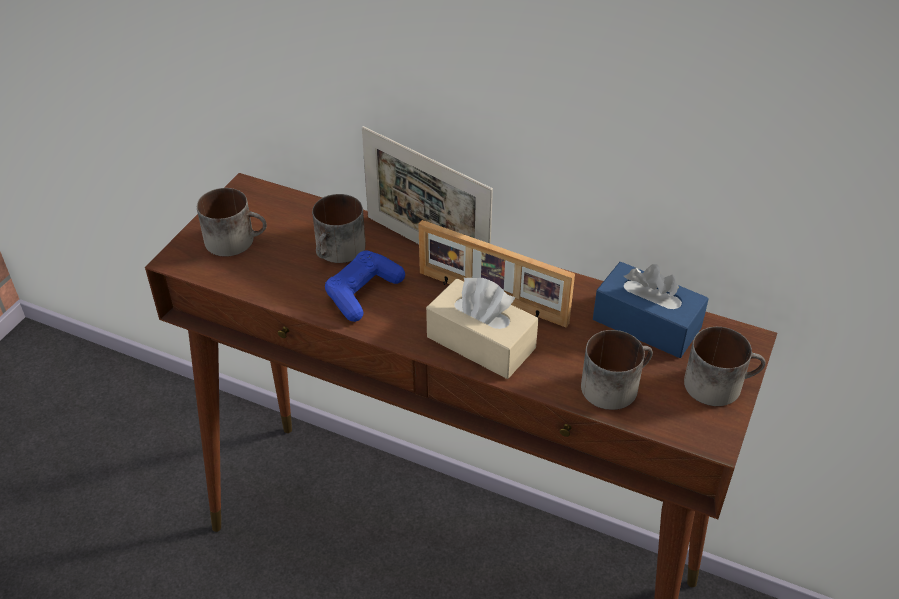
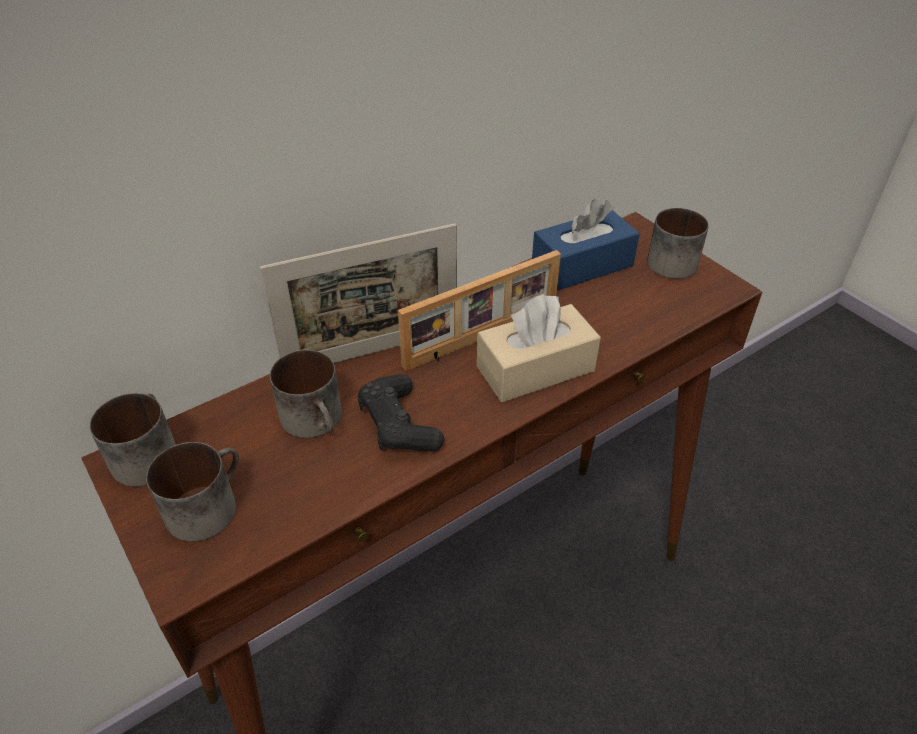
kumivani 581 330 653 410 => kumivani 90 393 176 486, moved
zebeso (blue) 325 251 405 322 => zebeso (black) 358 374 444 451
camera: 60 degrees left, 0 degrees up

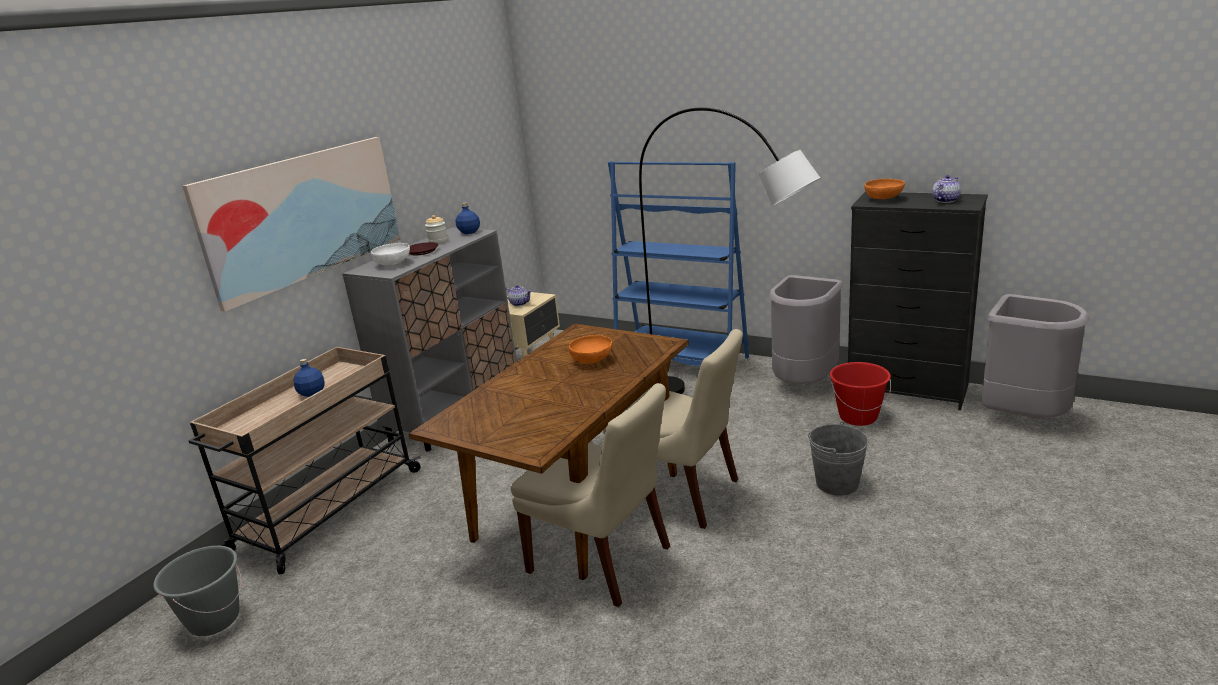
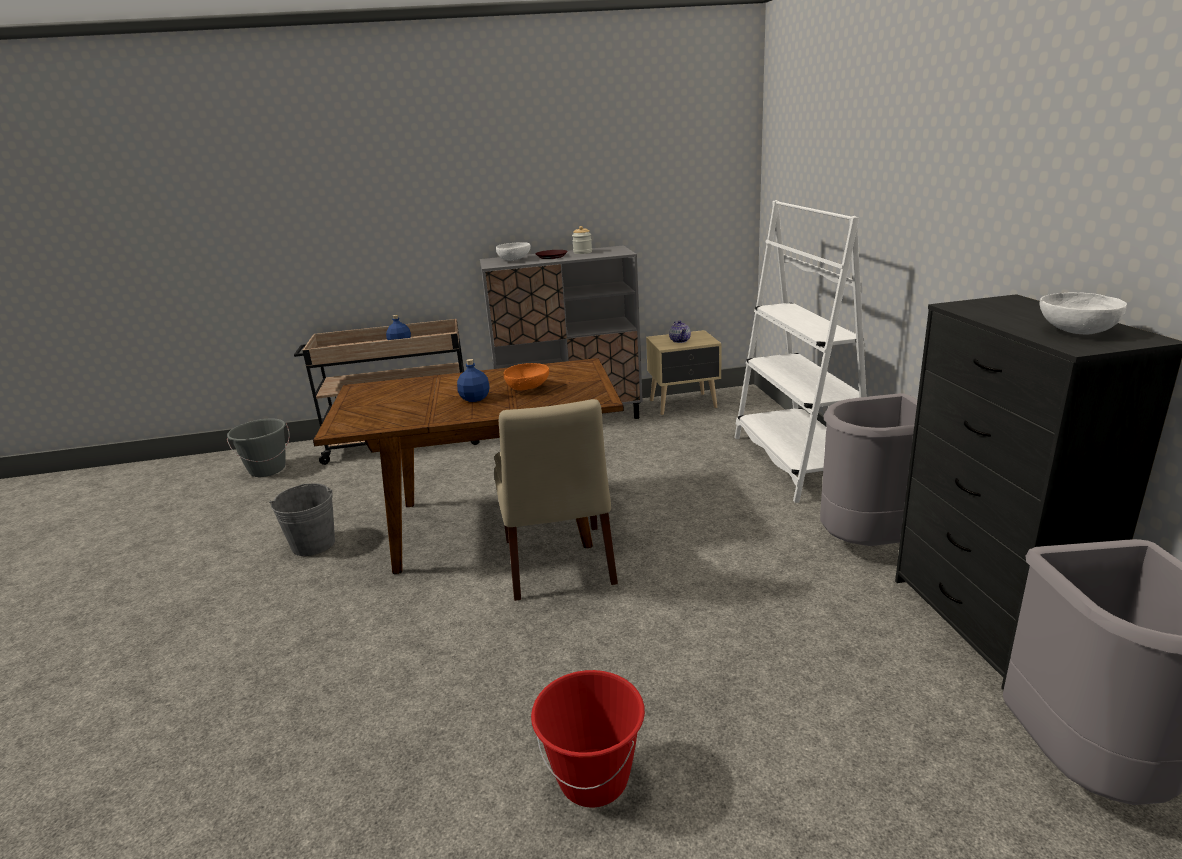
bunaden 182 137 400 312 => nothing
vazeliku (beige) 511 383 670 607 => nothing
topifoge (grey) 639 108 821 394 => nothing
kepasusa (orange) 865 179 905 199 => nothing
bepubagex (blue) 456 203 480 234 => bepubagex (blue) 457 359 490 402, moved
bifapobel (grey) 808 422 868 496 => bifapobel (grey) 269 483 335 556, moved
bifapobel (red) 830 362 891 426 => bifapobel (red) 531 670 645 807, moved
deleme 932 175 961 203 => kepasusa (white) 1040 292 1127 335
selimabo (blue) 608 161 749 366 => selimabo (white) 734 200 867 503
camera: 50 degrees right, 0 degrees up

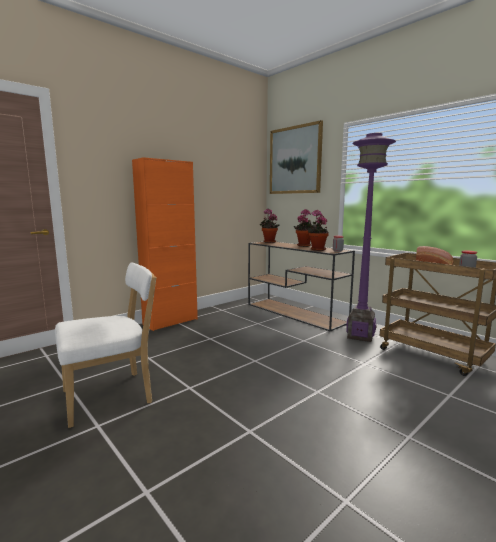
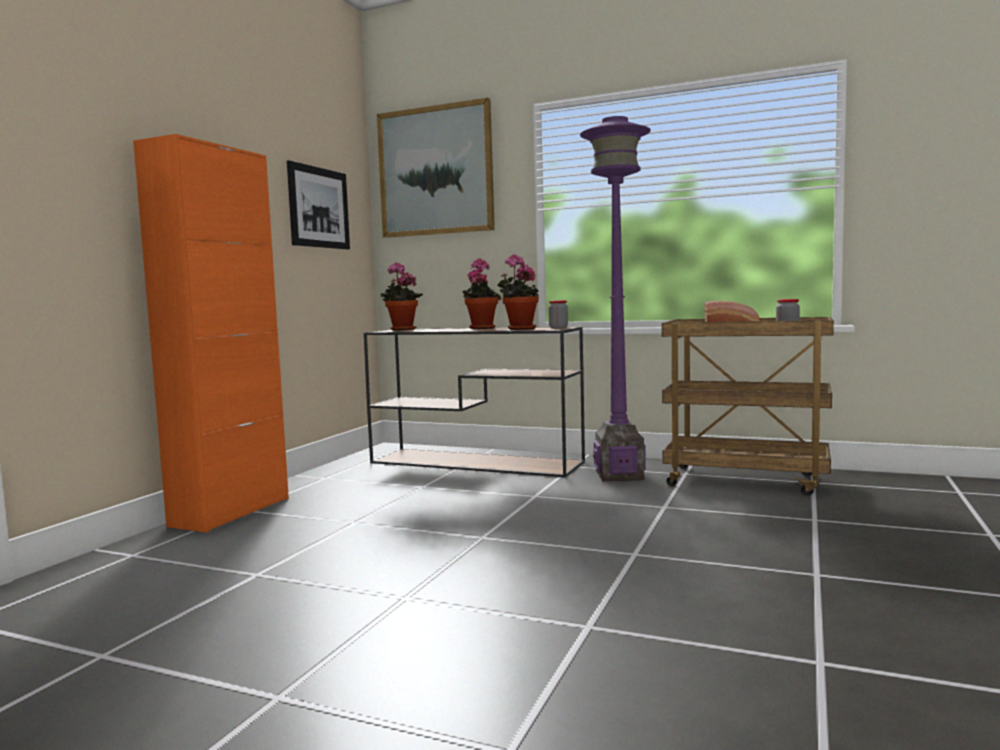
vazeliku (white) 55 262 157 428 => nothing
nothing => bunaden 287 160 350 249
camera: 25 degrees left, 5 degrees down

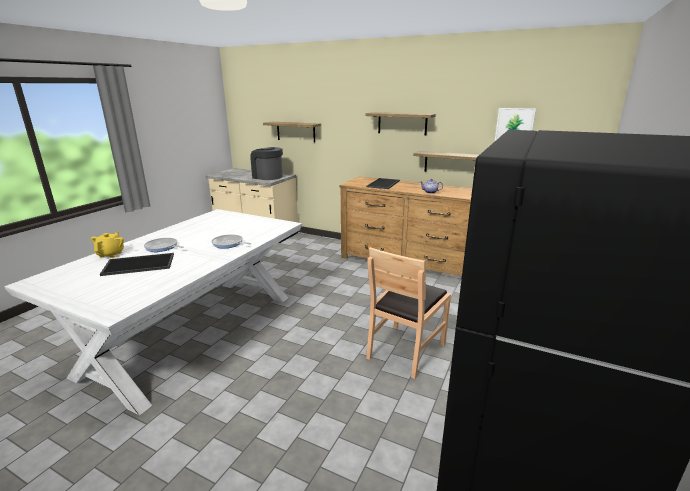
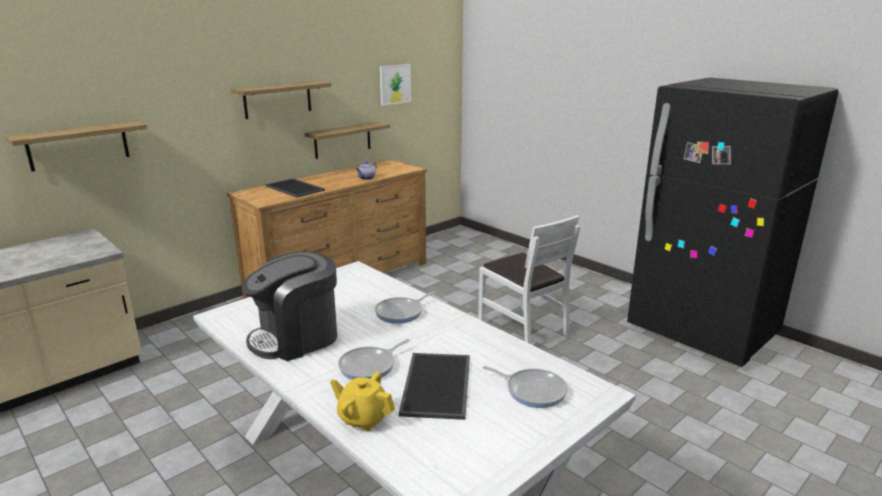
nothing => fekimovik 483 366 568 408
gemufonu 250 147 283 180 => gemufonu 242 251 337 361, moved
vazeliku (brown) 366 247 451 379 => vazeliku (white) 478 215 580 344
camera: 70 degrees left, 0 degrees up

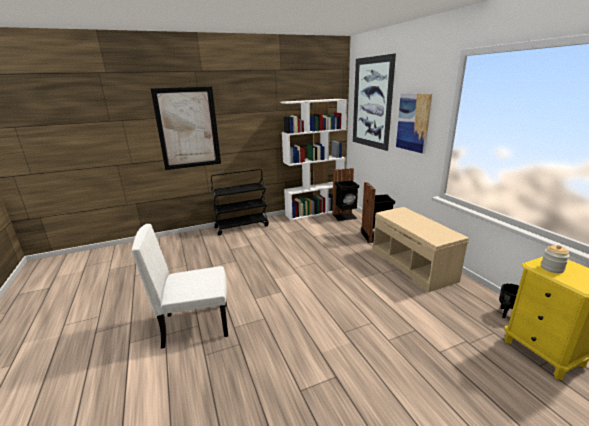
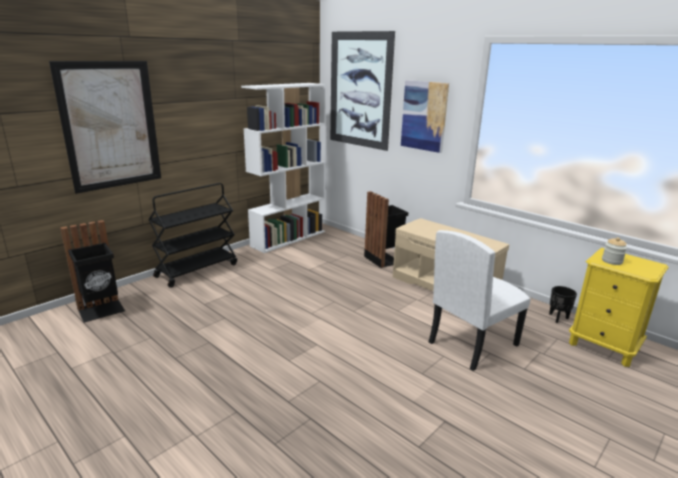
vazeliku (white) 132 224 228 349 => vazeliku (white) 429 230 531 371, moved
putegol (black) 332 168 359 221 => putegol (black) 60 220 125 323, moved
camera: 25 degrees left, 0 degrees up

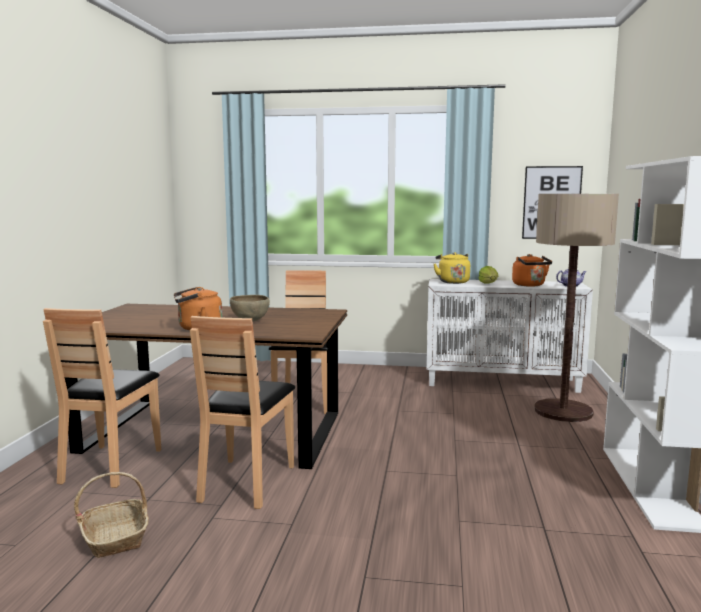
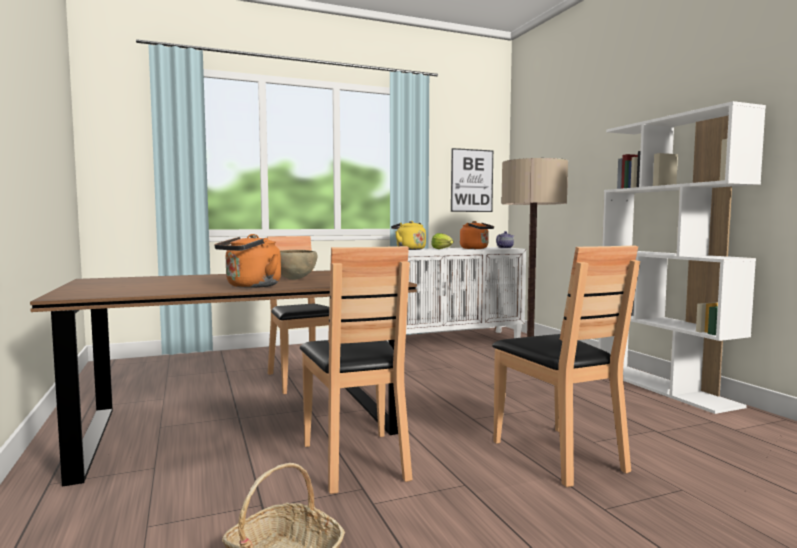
vazeliku (brown) 43 308 161 488 => vazeliku (brown) 492 245 640 487, moved
camera: 30 degrees left, 5 degrees down

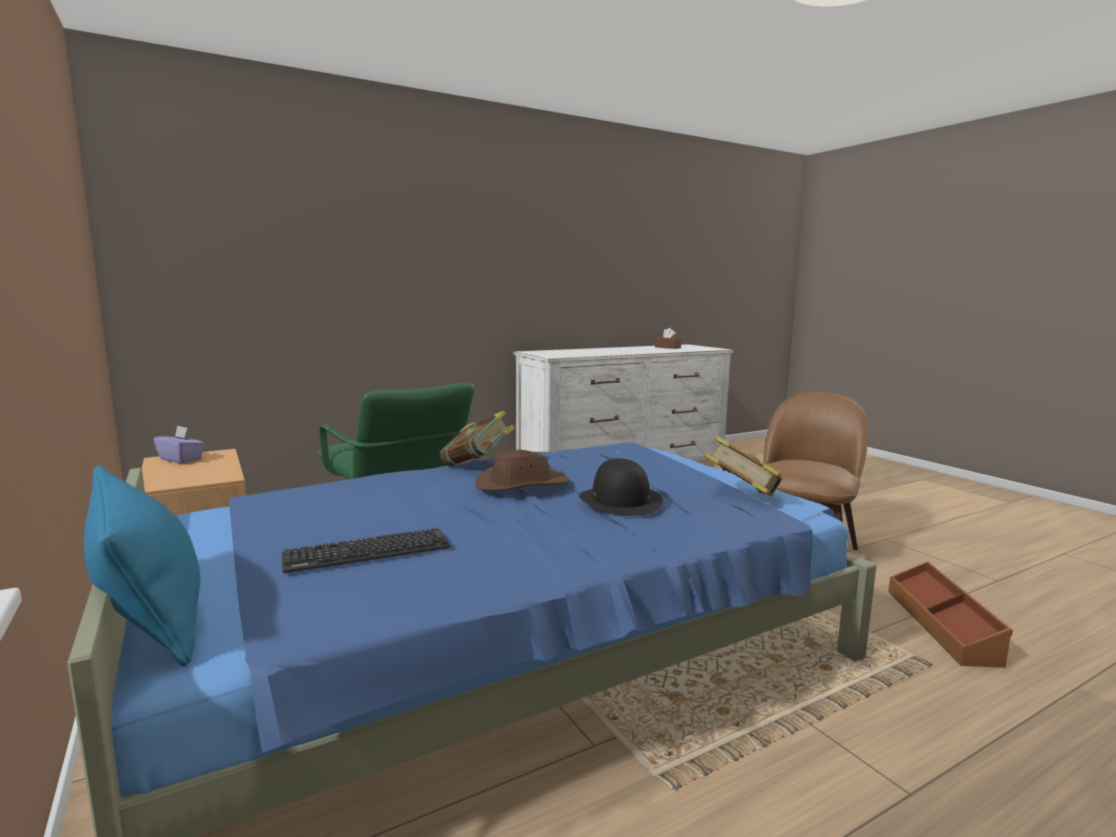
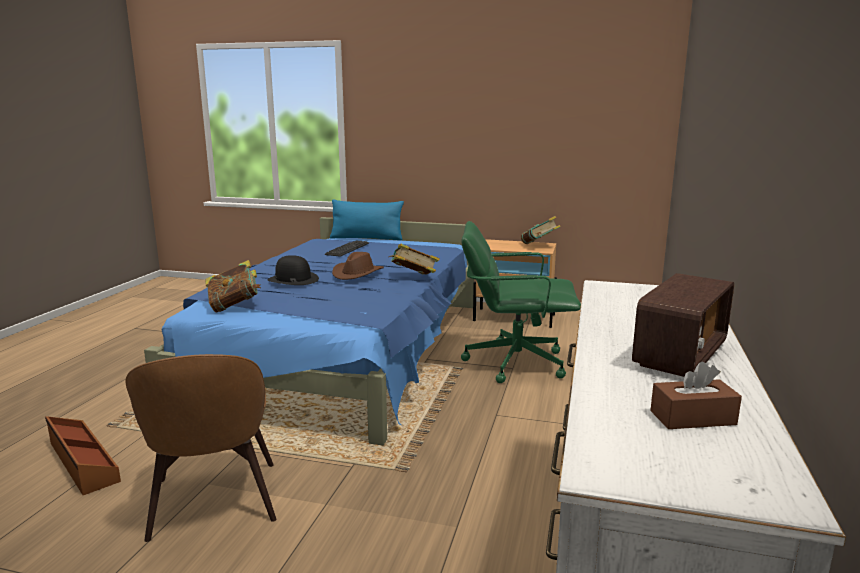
nothing => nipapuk 632 273 734 377
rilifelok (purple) 154 426 205 463 => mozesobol 521 216 561 244
camera: 135 degrees right, 5 degrees up

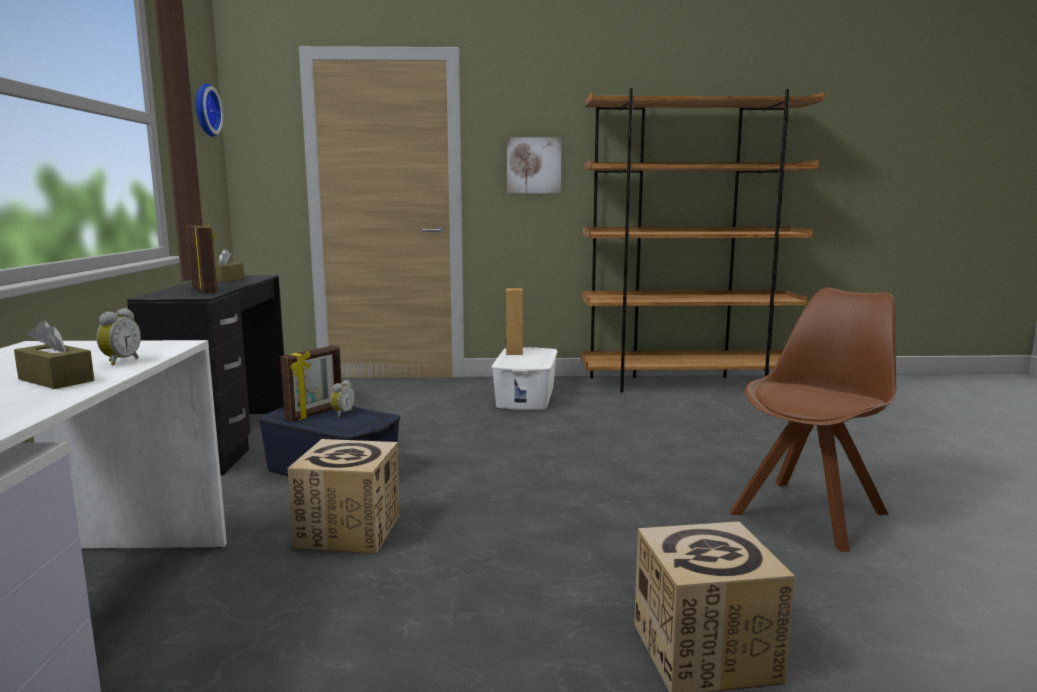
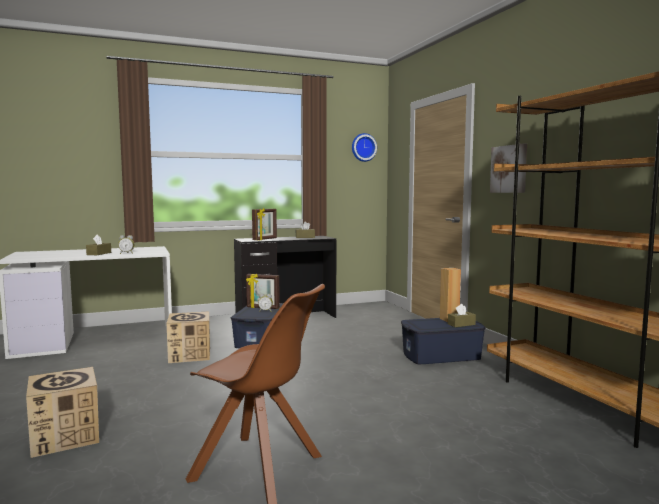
nothing => rilifelok (brown) 448 304 476 327
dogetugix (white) 492 347 557 410 => dogetugix (blue) 401 318 486 364
camera: 70 degrees right, 5 degrees down

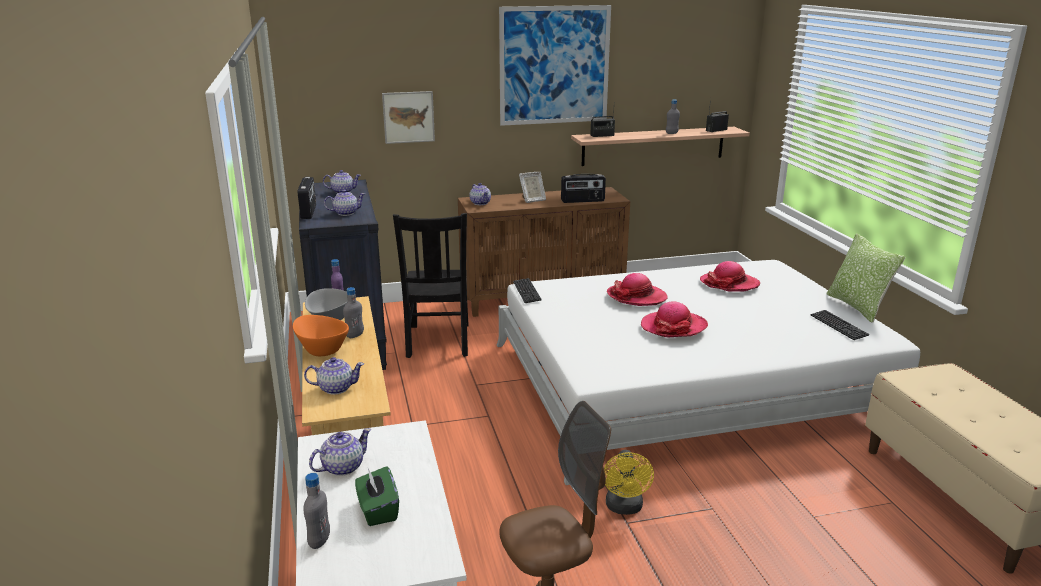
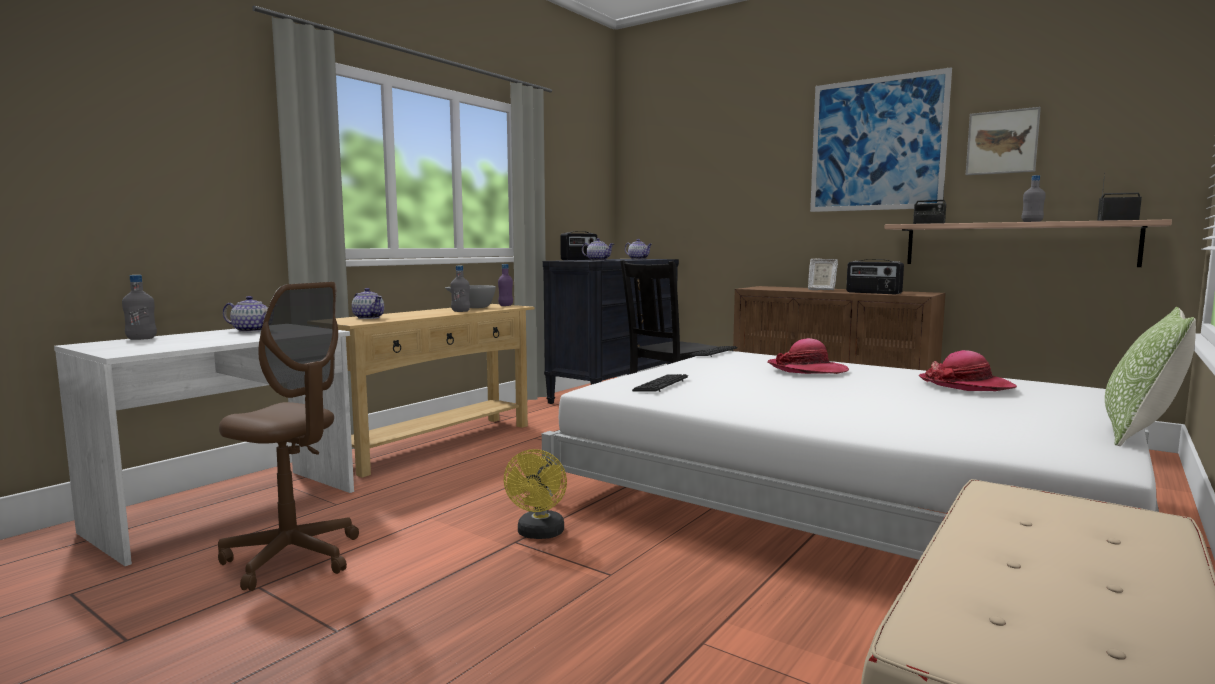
kepasusa (orange) 293 315 349 356 => nothing
rilifelok (green) 355 466 399 526 => nothing
deleme 470 183 491 205 => nothing
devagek 641 301 708 337 => nothing
bunaden 382 91 435 144 => bunaden 966 107 1041 175, moved
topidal 811 310 870 340 => topidal 632 374 688 392, moved
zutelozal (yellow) 604 450 654 515 => zutelozal (yellow) 504 449 567 539, 45 degrees counterclockwise
camera: 50 degrees right, 15 degrees down

